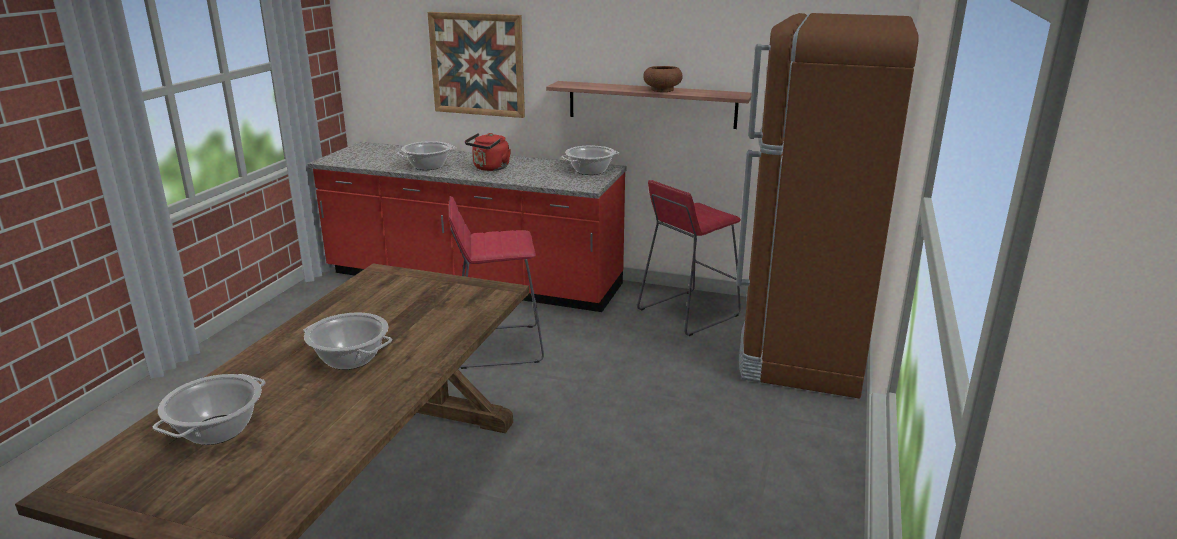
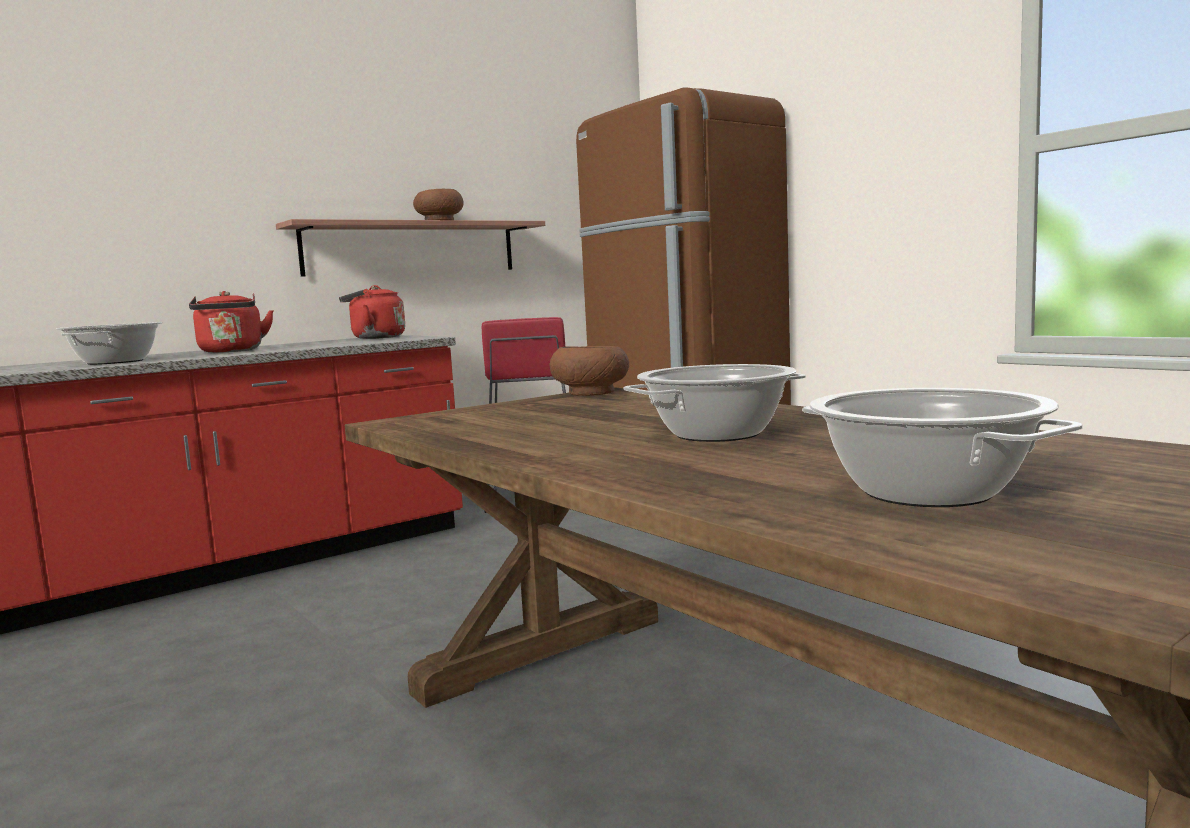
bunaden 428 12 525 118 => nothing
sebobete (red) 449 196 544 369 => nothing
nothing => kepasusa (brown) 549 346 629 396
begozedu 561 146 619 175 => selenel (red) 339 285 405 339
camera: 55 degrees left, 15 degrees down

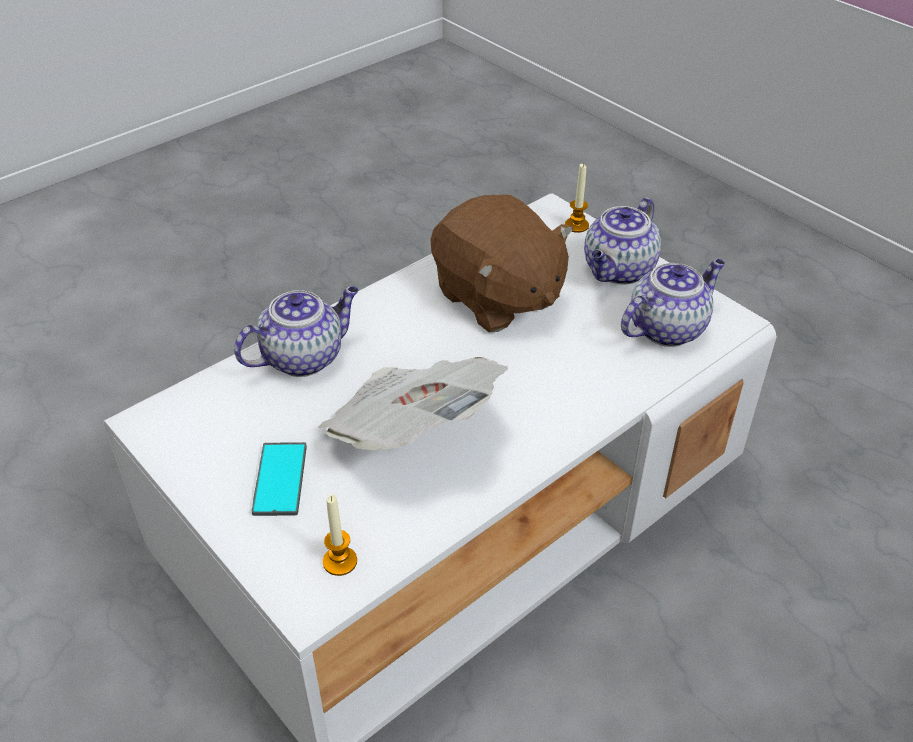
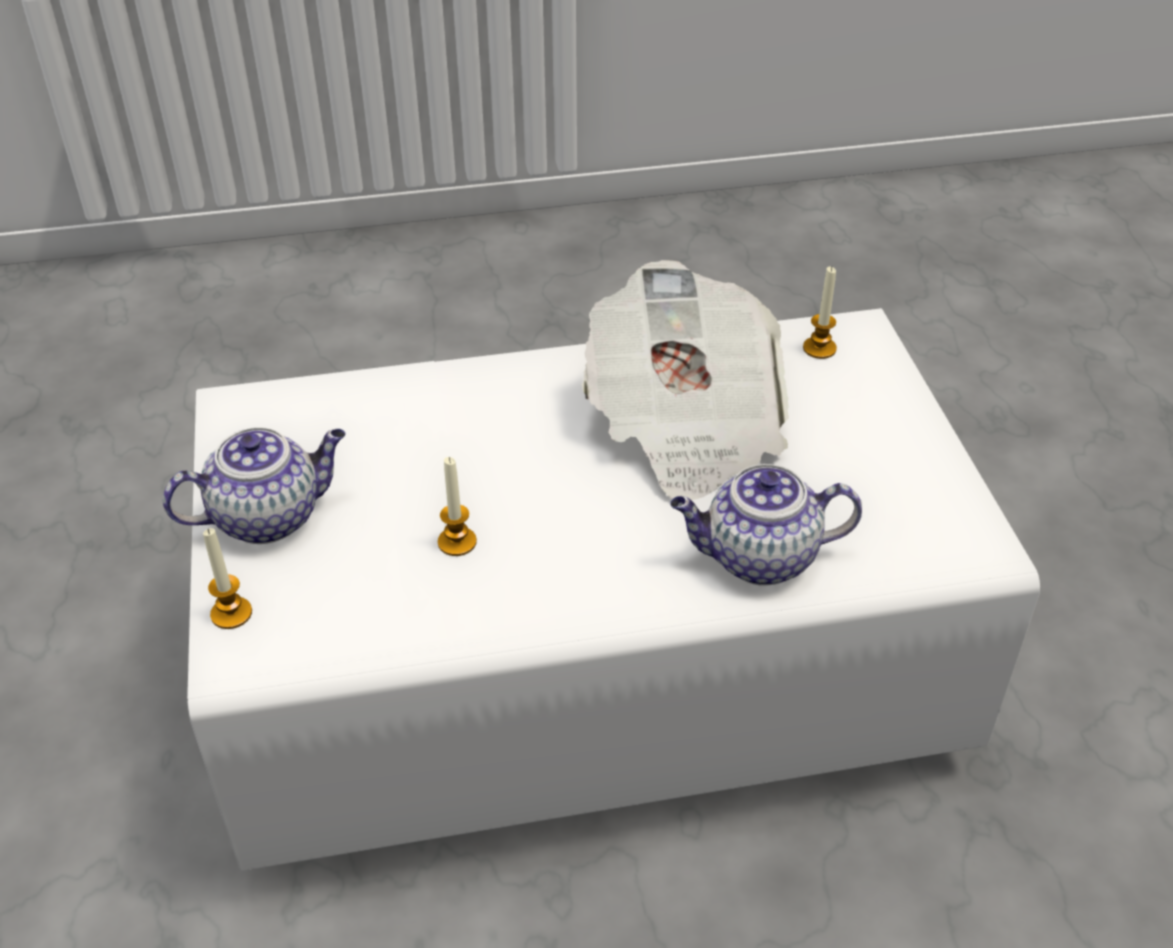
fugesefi 252 442 307 516 => nothing
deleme 621 259 725 347 => nothing
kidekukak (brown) 430 195 573 332 => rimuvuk 438 457 477 556
camera: 150 degrees left, 0 degrees up

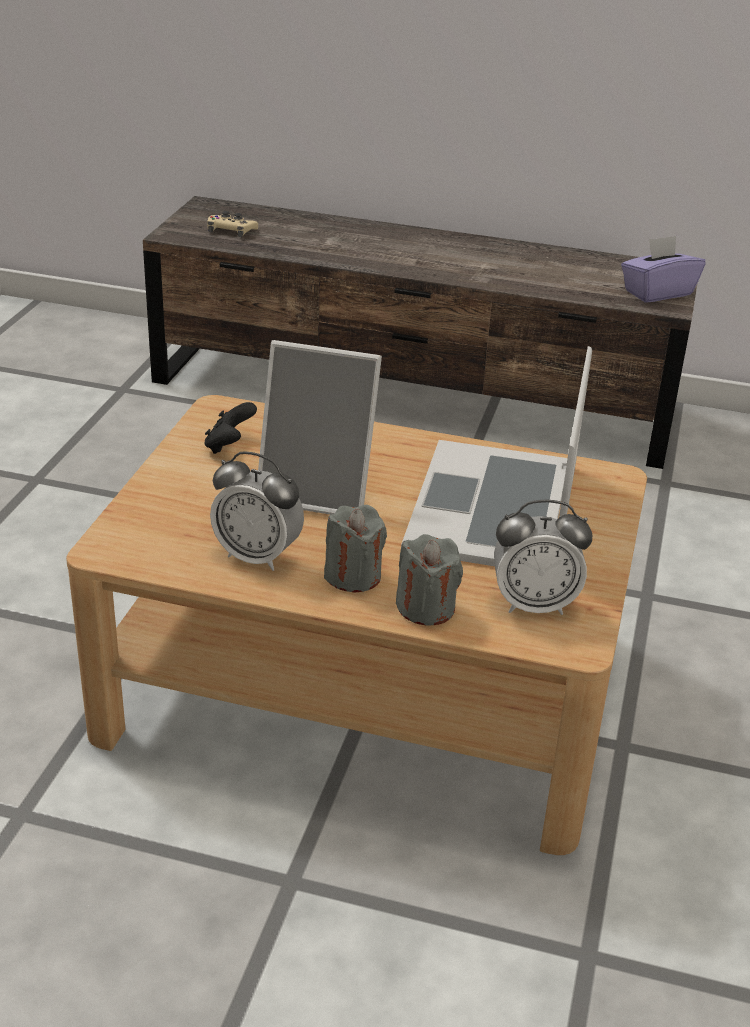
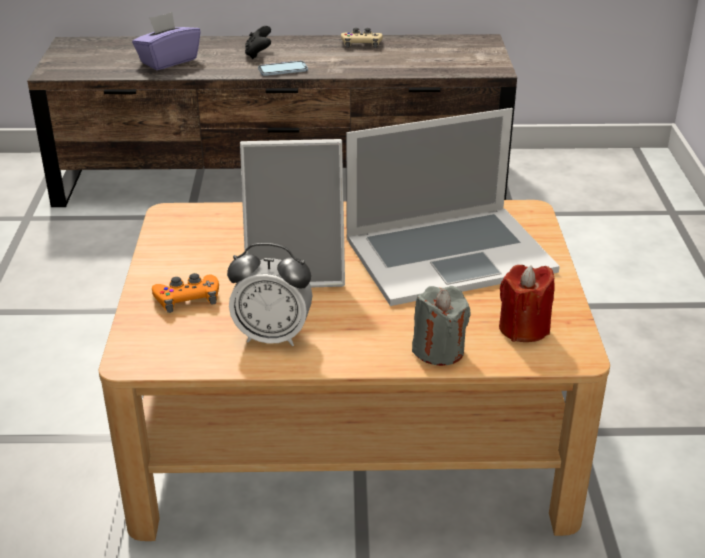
rimuvuk (grey) 324 505 387 592 => nothing
nothing => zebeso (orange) 152 273 219 313
nothing => fugesefi 258 61 308 76
zebeso (black) 205 402 257 454 => zebeso (black) 245 26 271 59, moved
zebeso (beige) 207 211 258 237 => zebeso (beige) 341 28 383 48, moved
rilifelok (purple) 621 235 705 303 => rilifelok (purple) 132 12 201 70, moved
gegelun 494 500 592 615 => rimuvuk (red) 499 265 554 342
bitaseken 401 346 592 566 => bitaseken 346 108 560 306, 105 degrees counterclockwise
camera: 15 degrees left, 0 degrees up

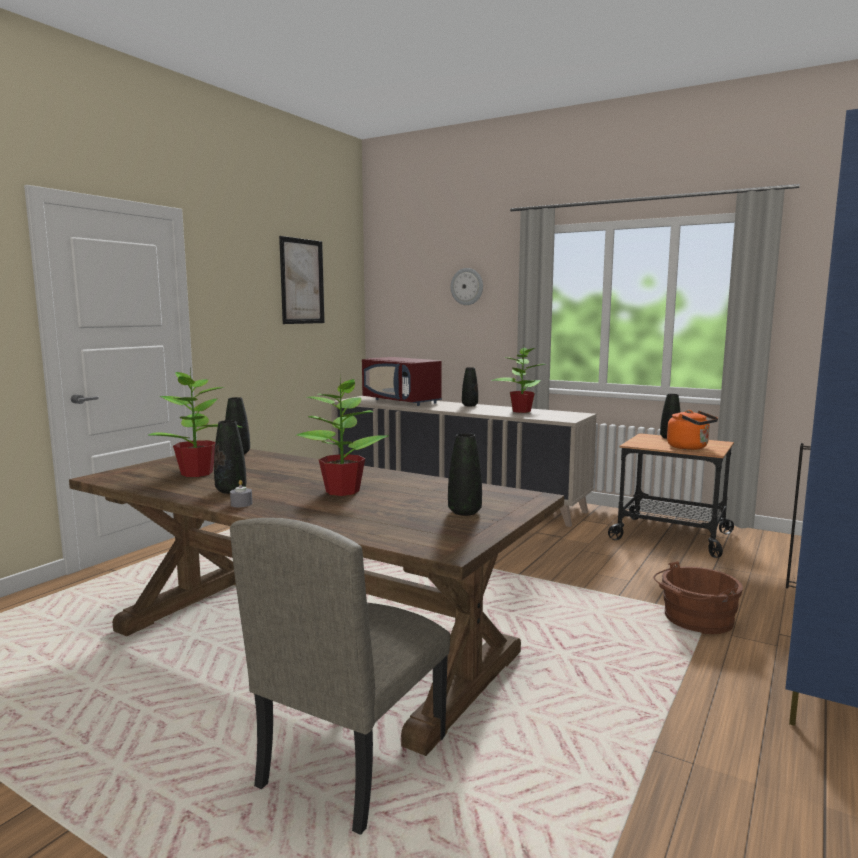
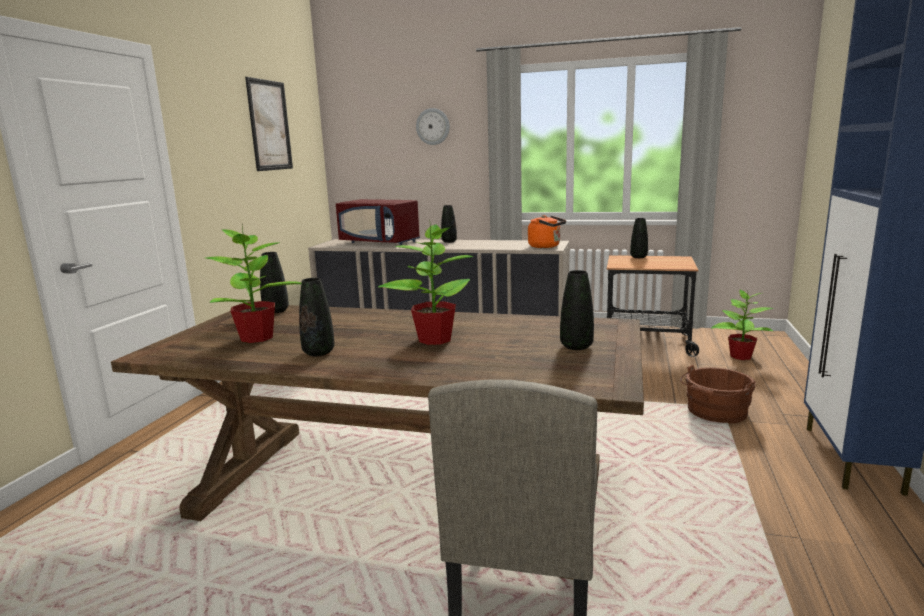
rimuvuk (grey) 230 480 252 507 => nothing
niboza 491 345 546 413 => niboza 711 290 774 360, moved
selenel (orange) 667 410 718 450 => selenel (orange) 528 215 566 248, moved
camera: 15 degrees left, 5 degrees up

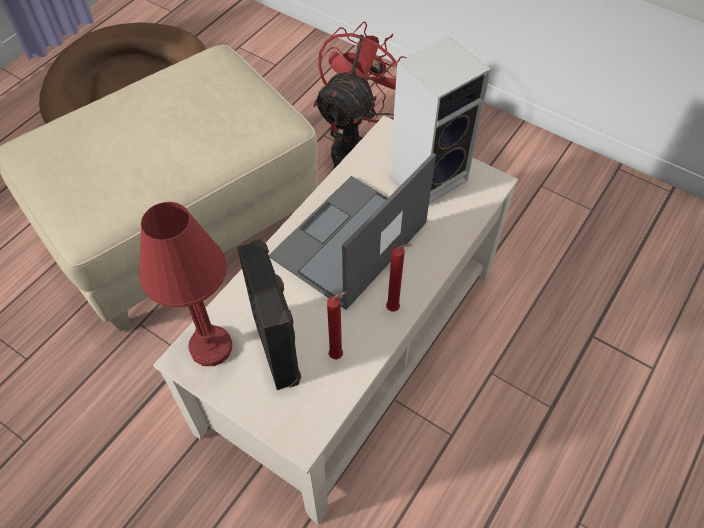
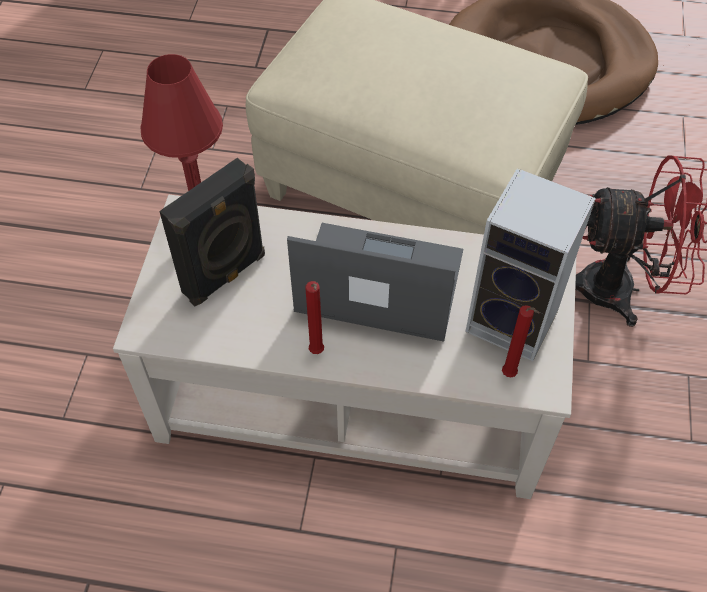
rimuvuk (red) 327 292 347 359 => rimuvuk (red) 502 305 540 377, moved
camera: 65 degrees right, 0 degrees up

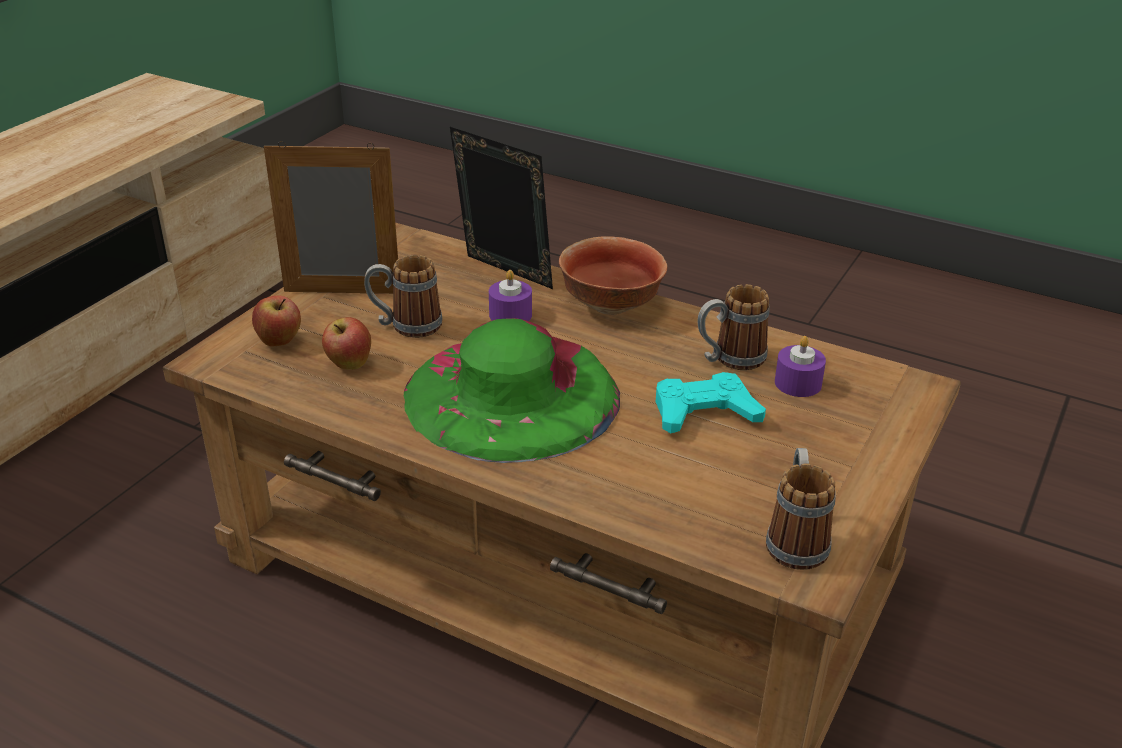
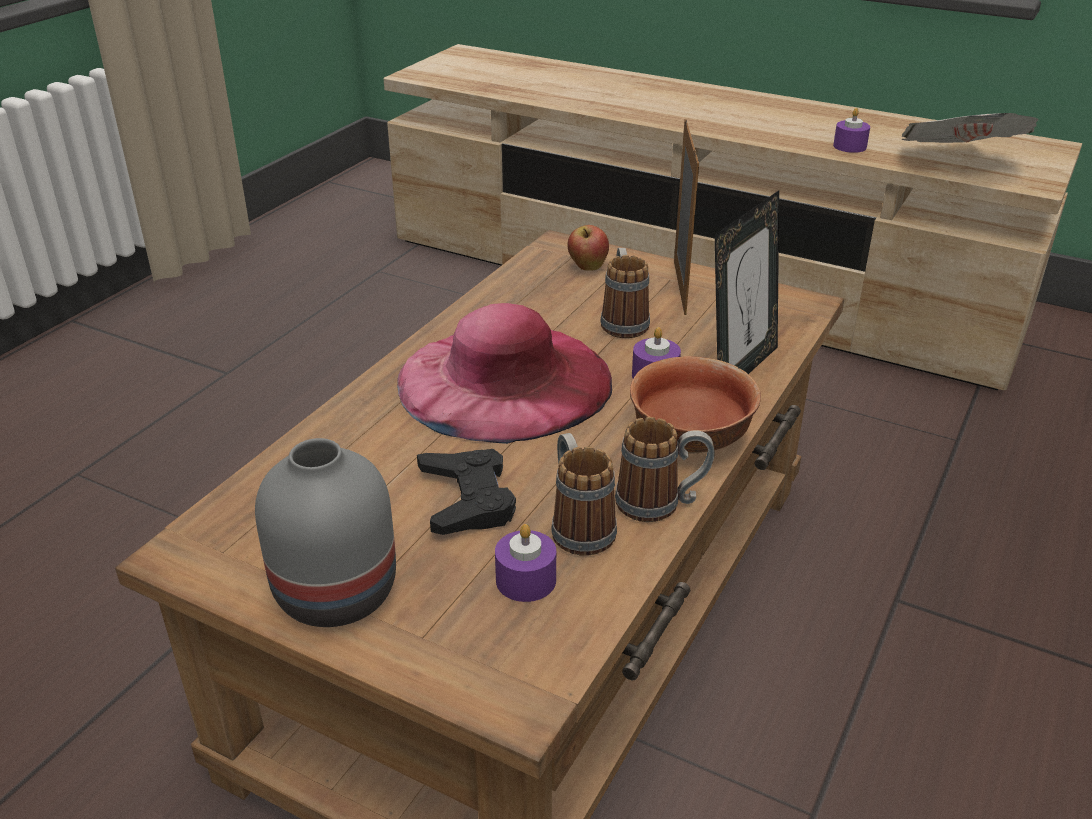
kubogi 322 317 371 370 => nothing
nothing => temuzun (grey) 255 438 396 627
nothing => rimuvuk (purple) 833 108 870 153
nothing => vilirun 902 113 1039 143
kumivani 766 448 836 570 => kumivani 615 417 715 522, moved
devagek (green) 404 318 620 463 => devagek (pink) 397 303 612 444
zebeso (turquoise) 656 372 766 433 => zebeso (black) 417 449 516 535
camera: 90 degrees right, 0 degrees up

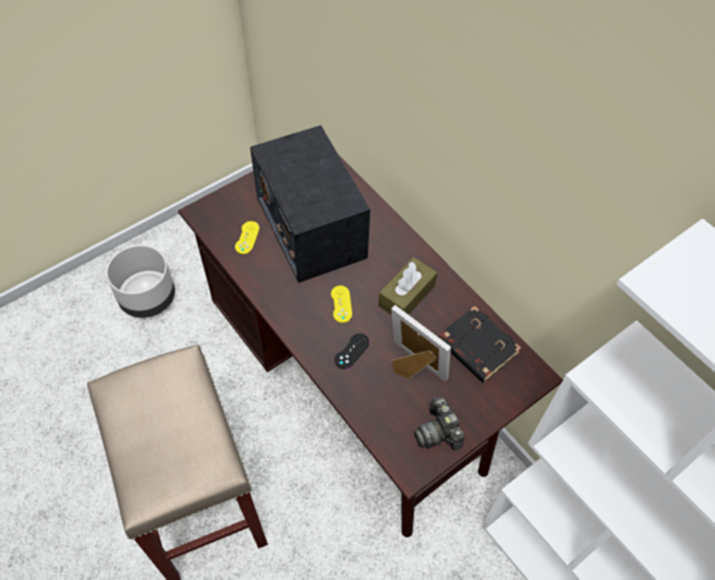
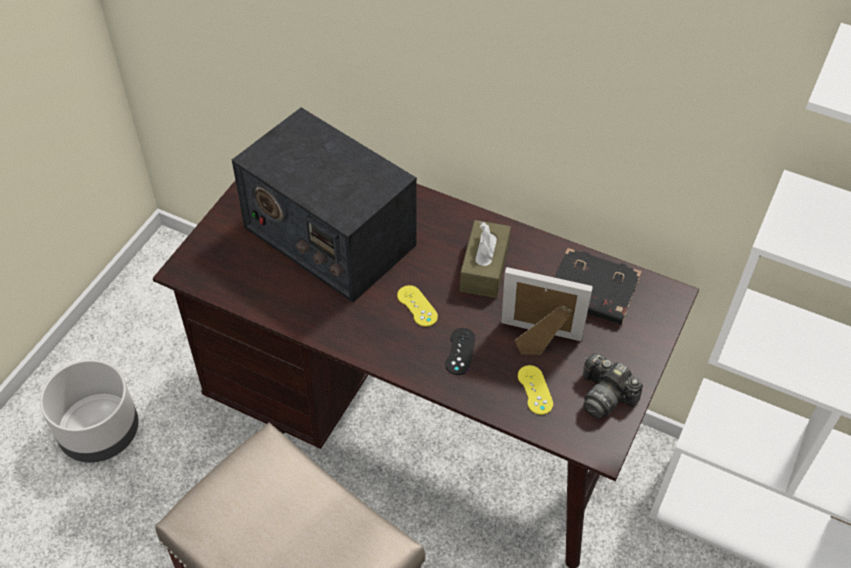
zebeso (yellow) 235 221 260 254 => zebeso (yellow) 518 365 554 415, moved
camera: 25 degrees left, 5 degrees down

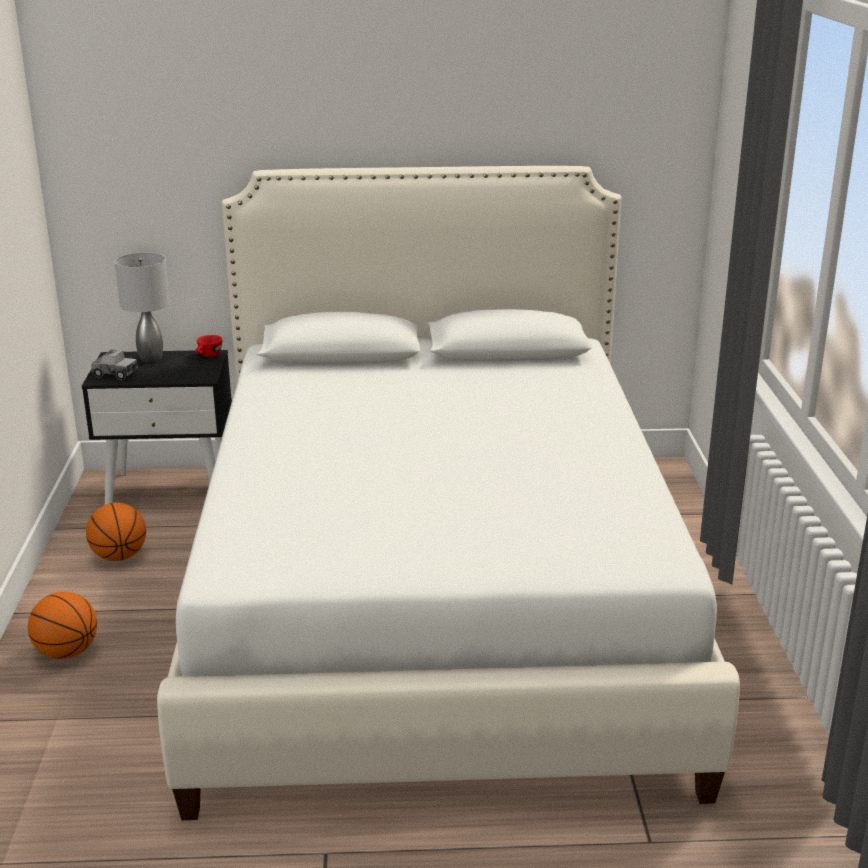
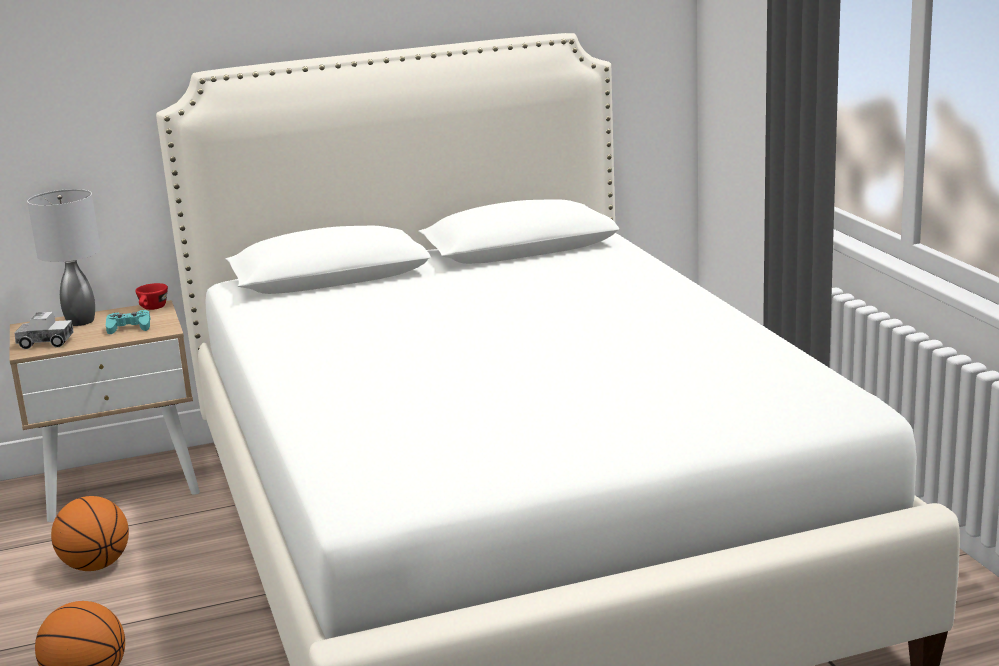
nothing => zebeso (turquoise) 106 310 151 334
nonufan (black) 82 350 232 505 => nonufan (beige) 10 300 200 522
camera: 15 degrees left, 5 degrees down

